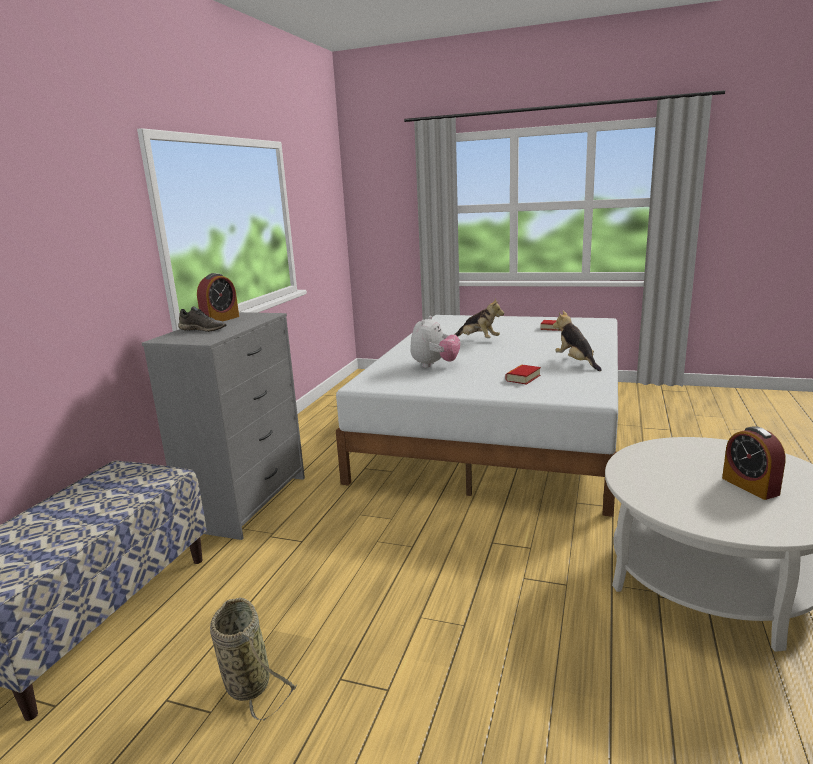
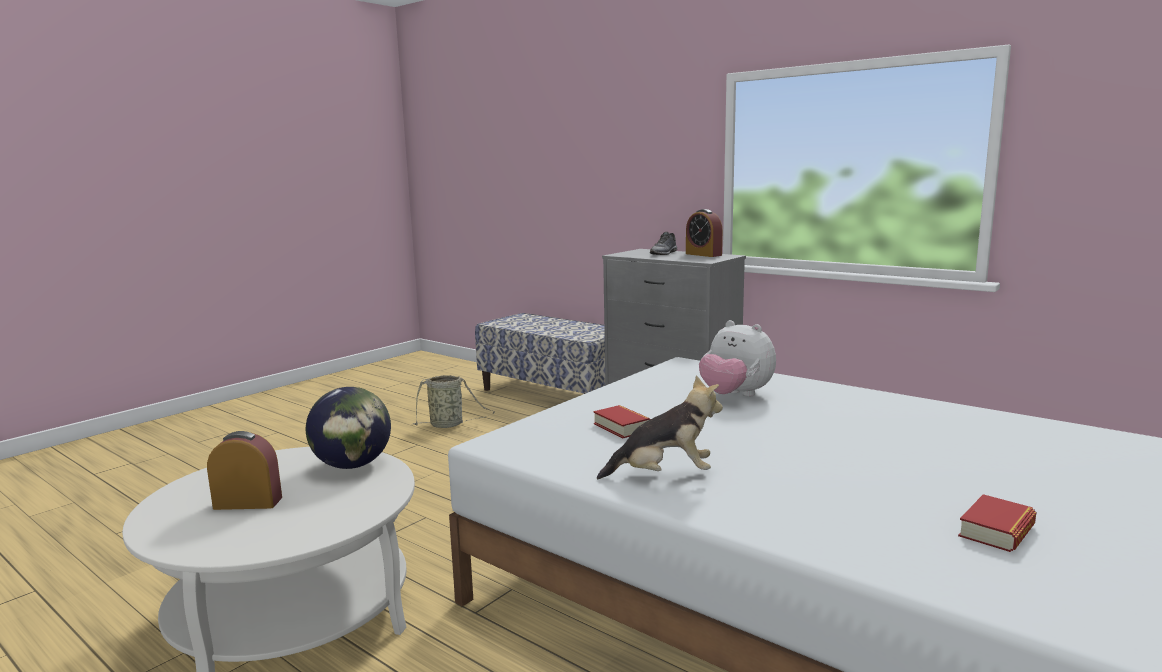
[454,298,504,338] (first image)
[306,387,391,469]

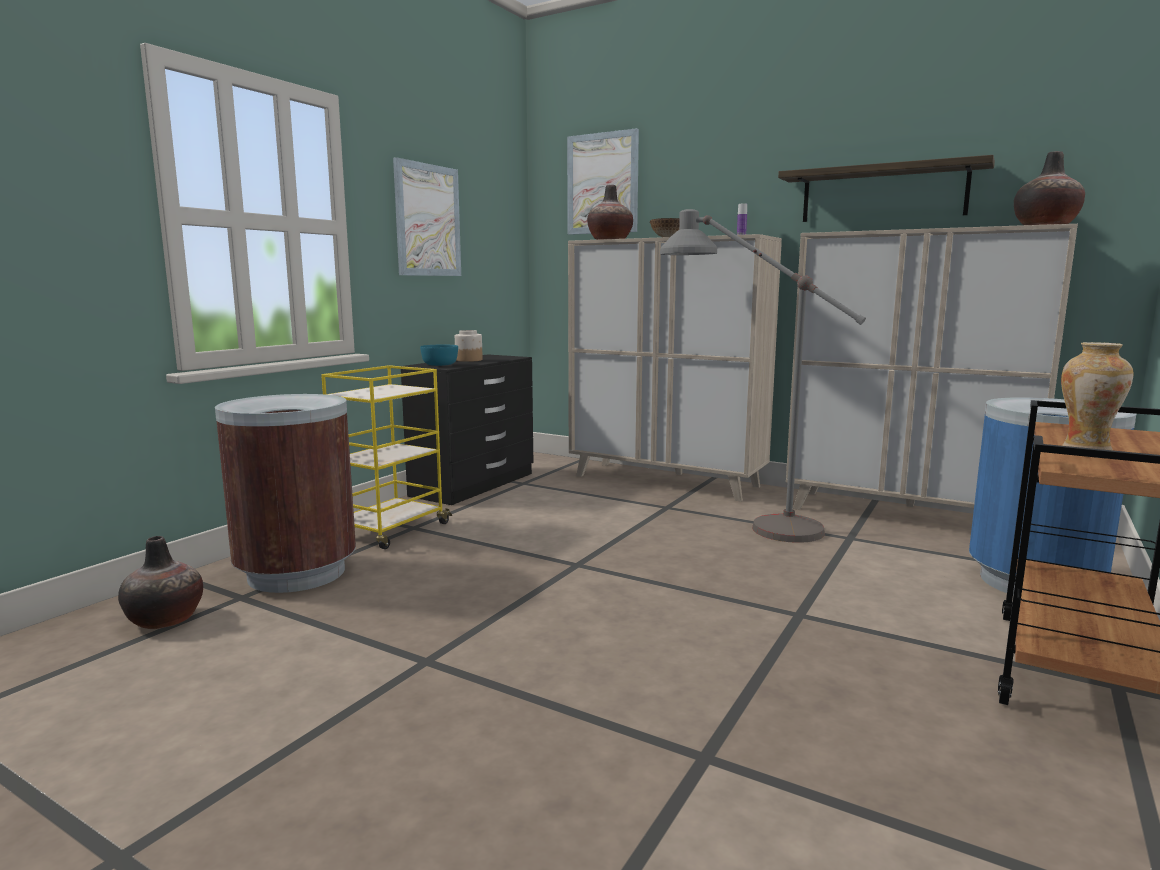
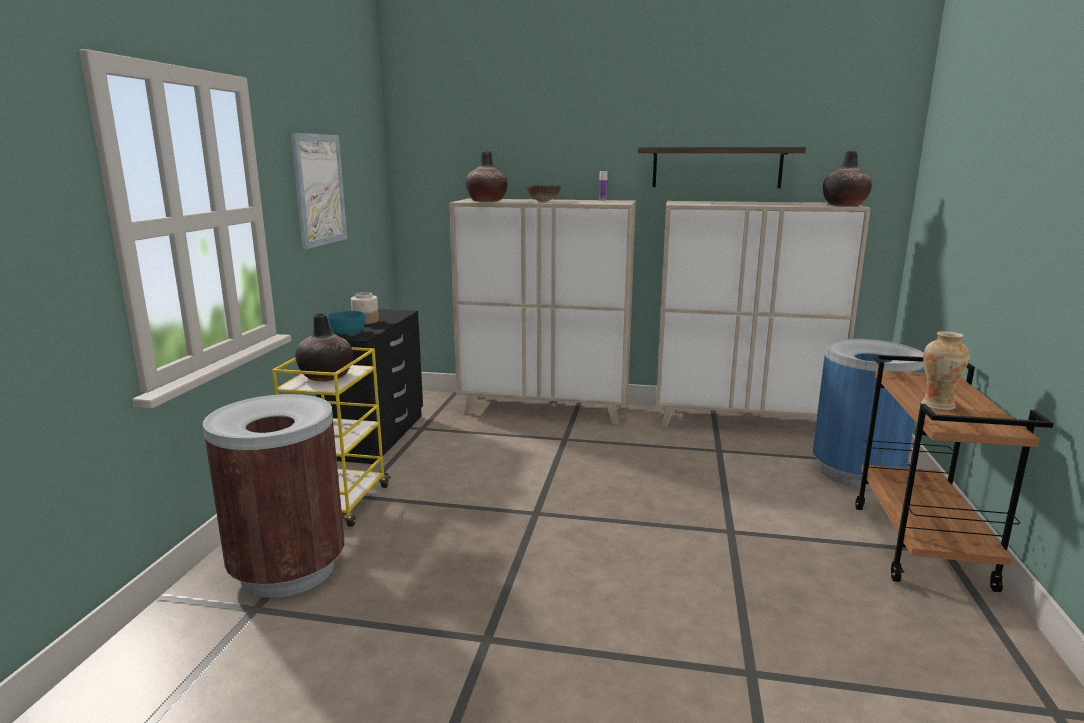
[567,128,639,235] (first image)
[660,209,866,543] (first image)
[295,314,353,382]

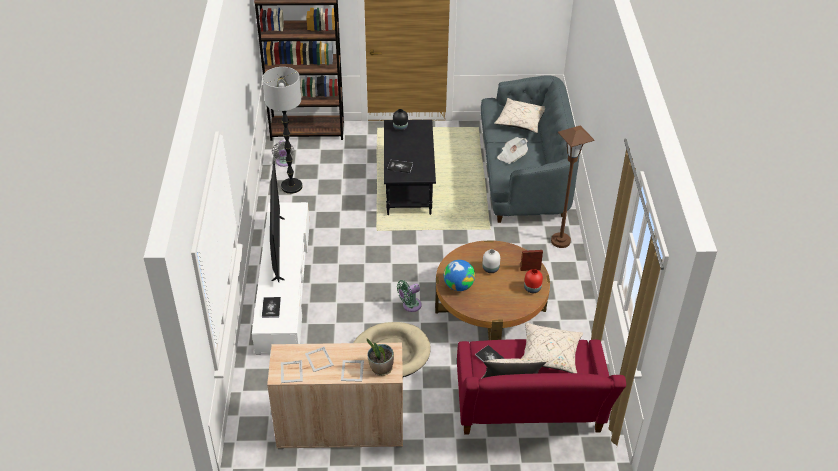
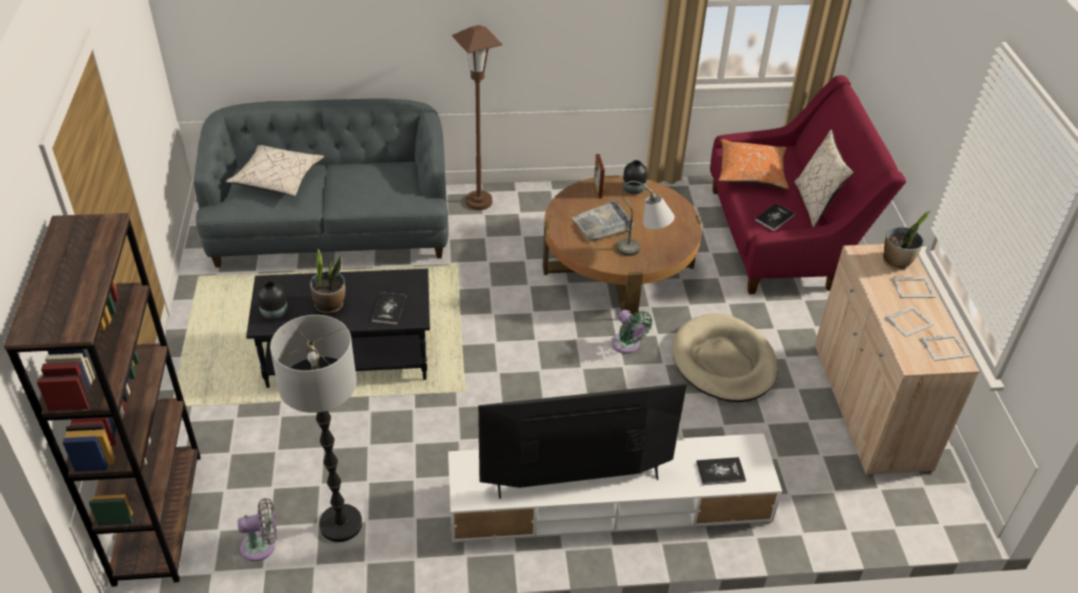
[497,137,528,164] (first image)
[572,200,634,241]
[617,181,675,256]
[623,160,647,194]
[718,139,789,189]
[310,247,345,314]

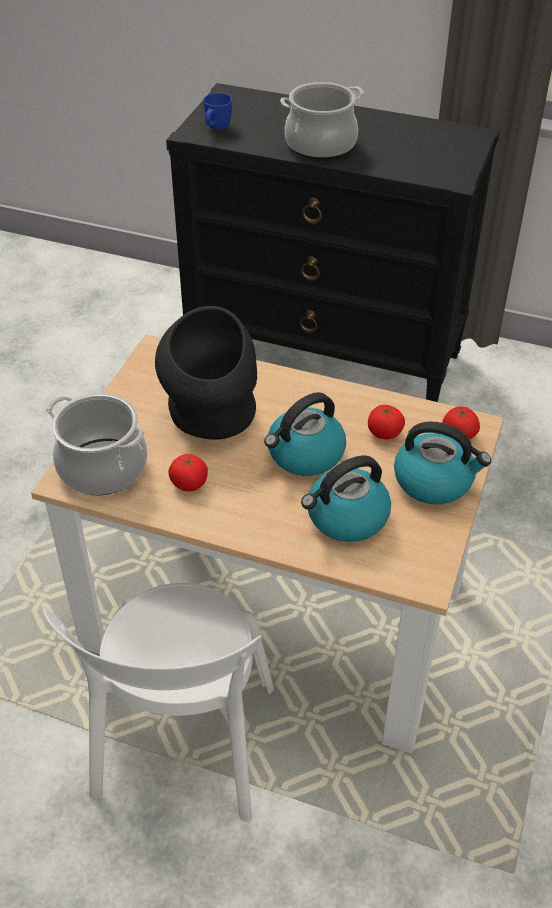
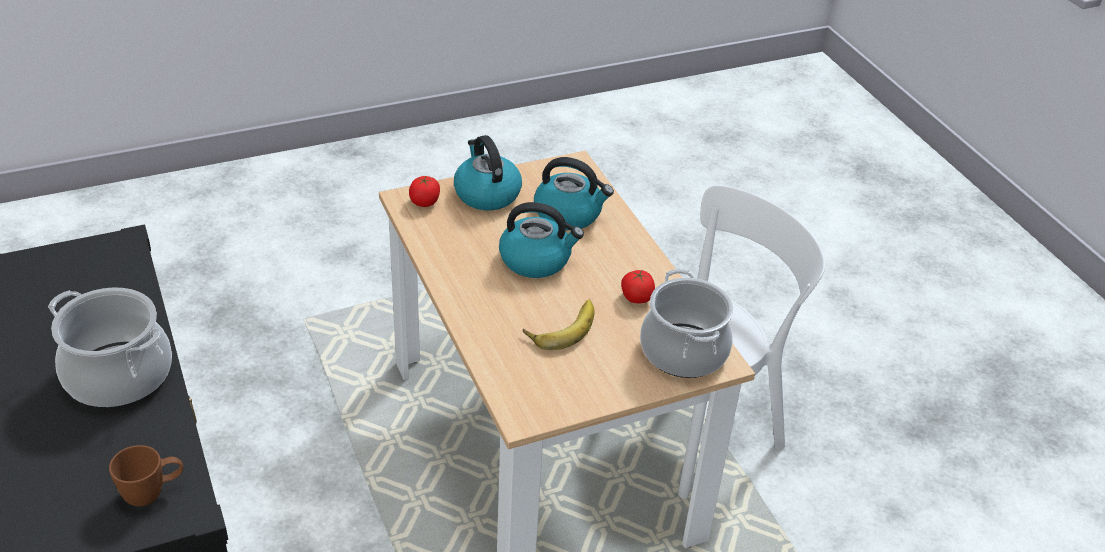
[109,445,183,506]
[523,300,595,350]
[368,405,405,439] (first image)

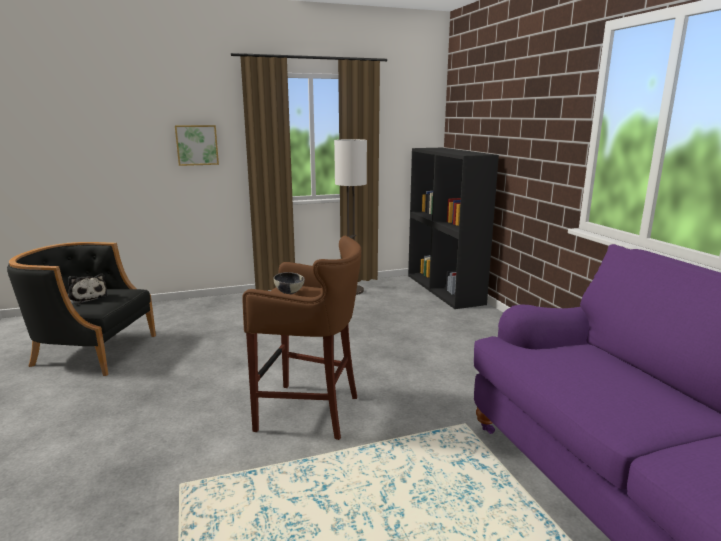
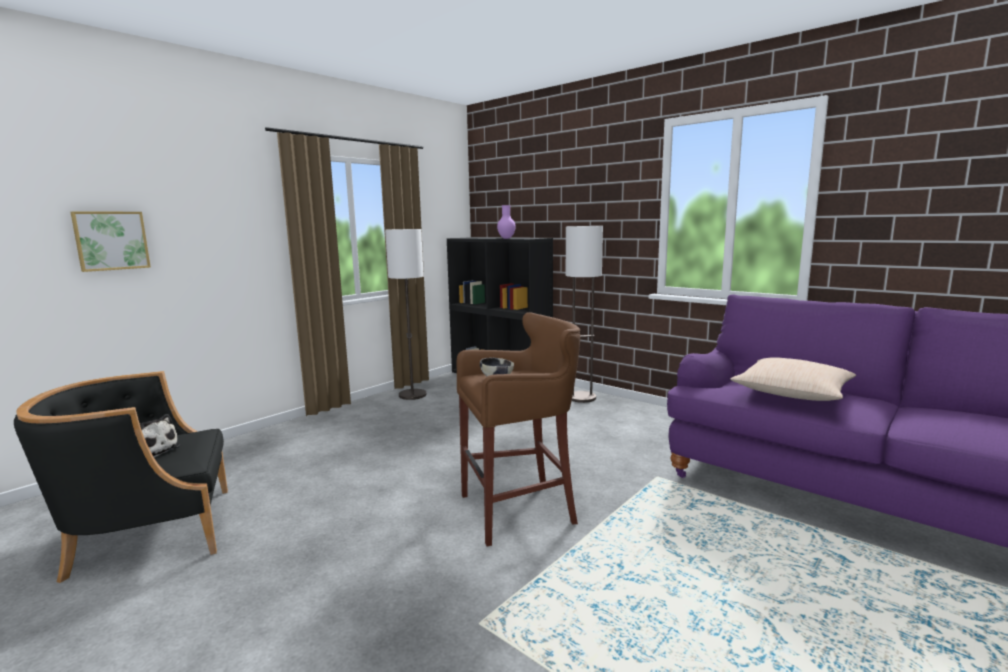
[71,212,151,272]
[497,205,516,239]
[566,226,603,403]
[730,357,856,401]

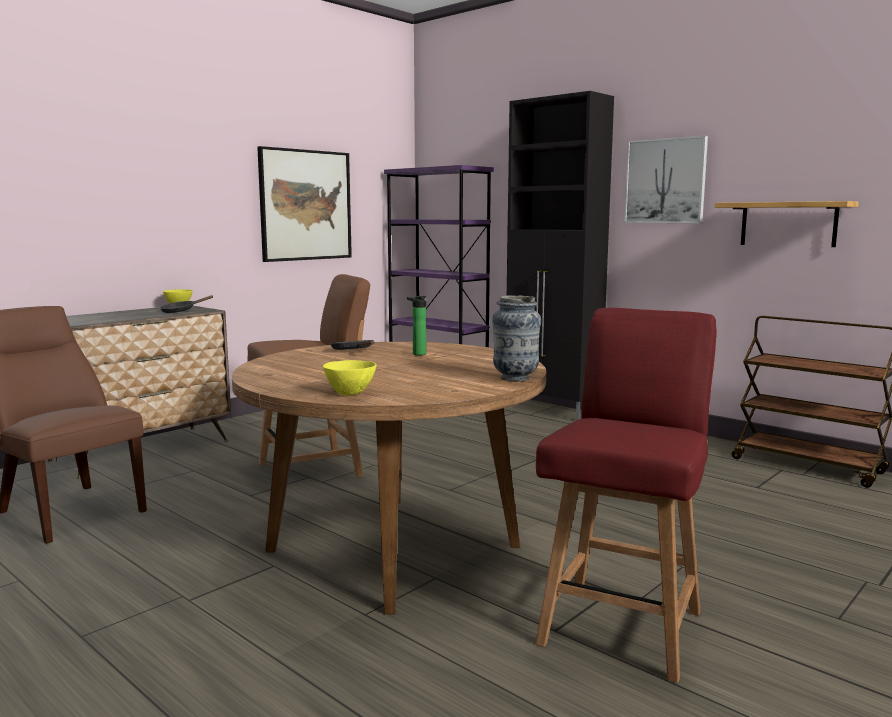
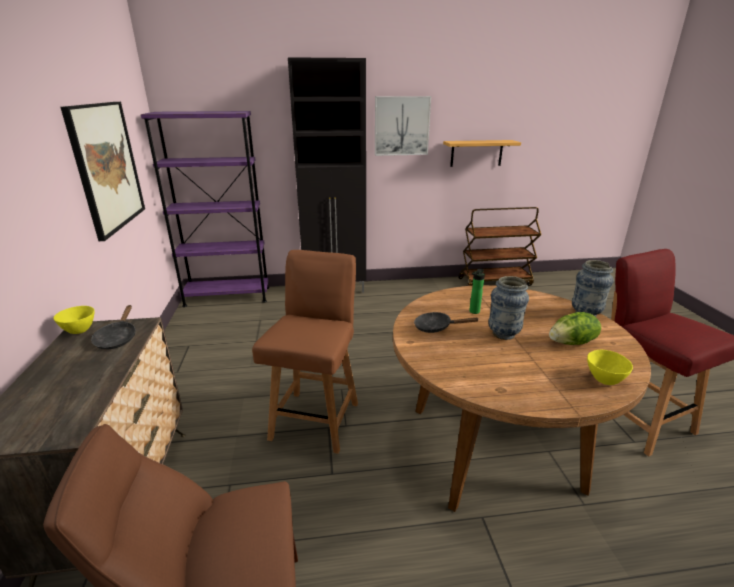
[488,276,529,340]
[549,312,601,345]

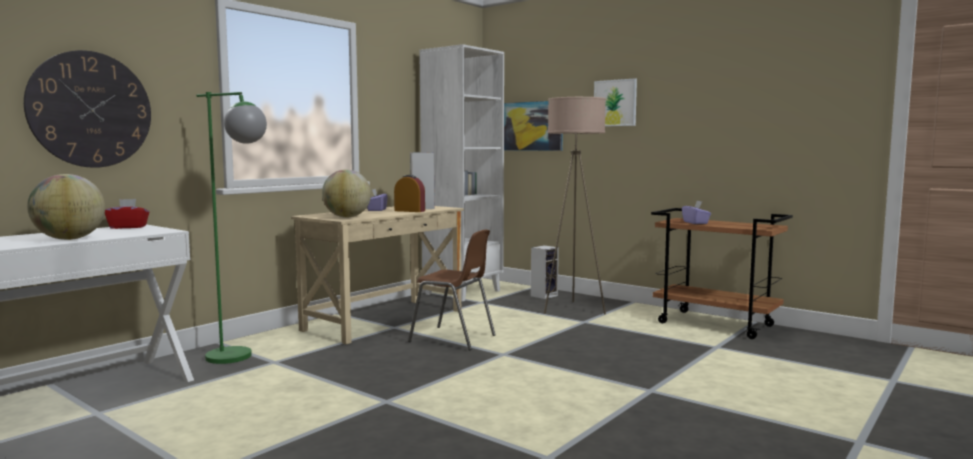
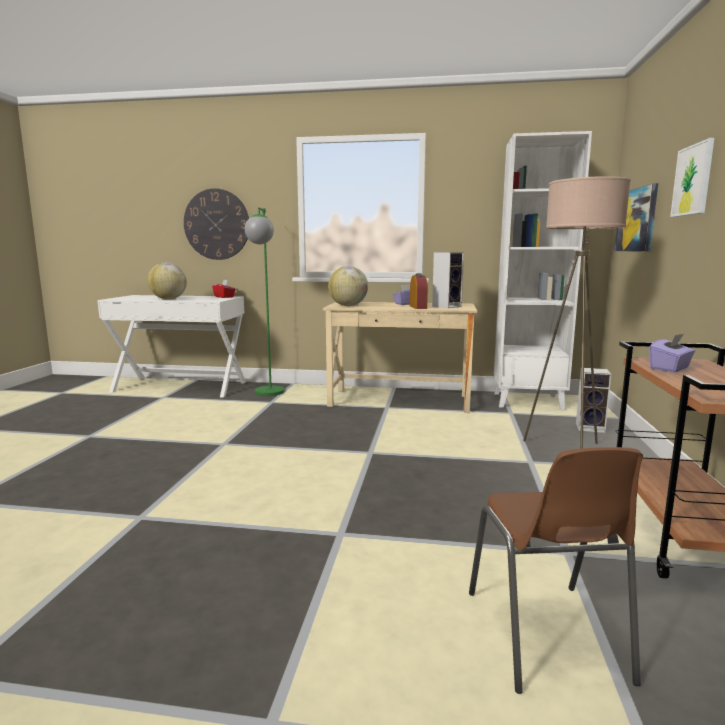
[469,447,643,694]

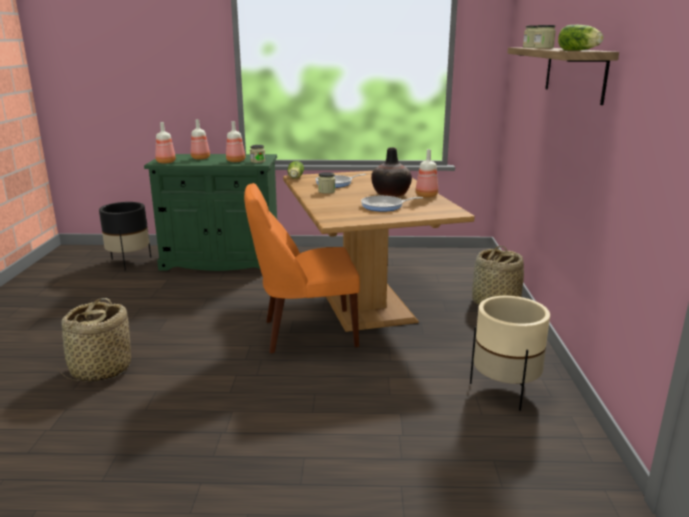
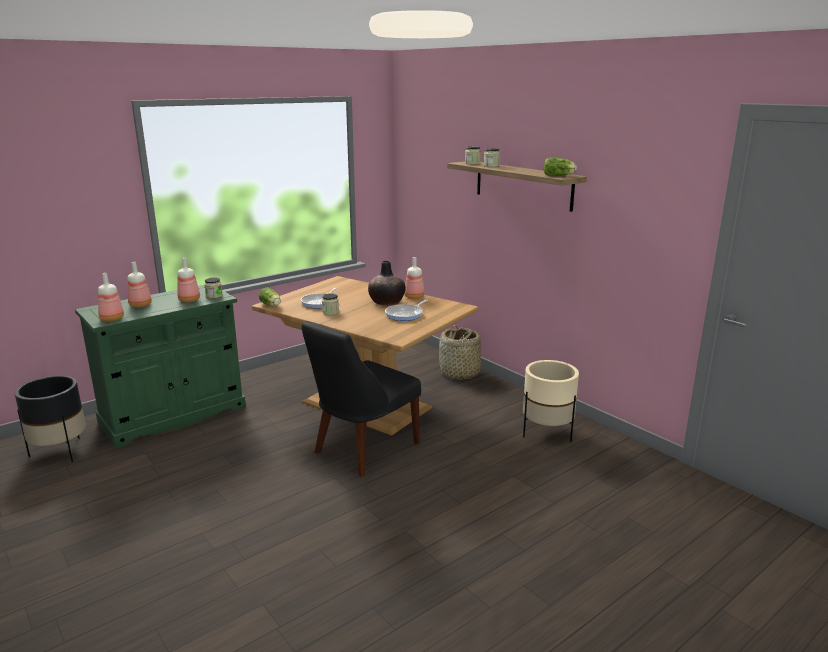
[302,321,421,477]
[57,298,131,382] (first image)

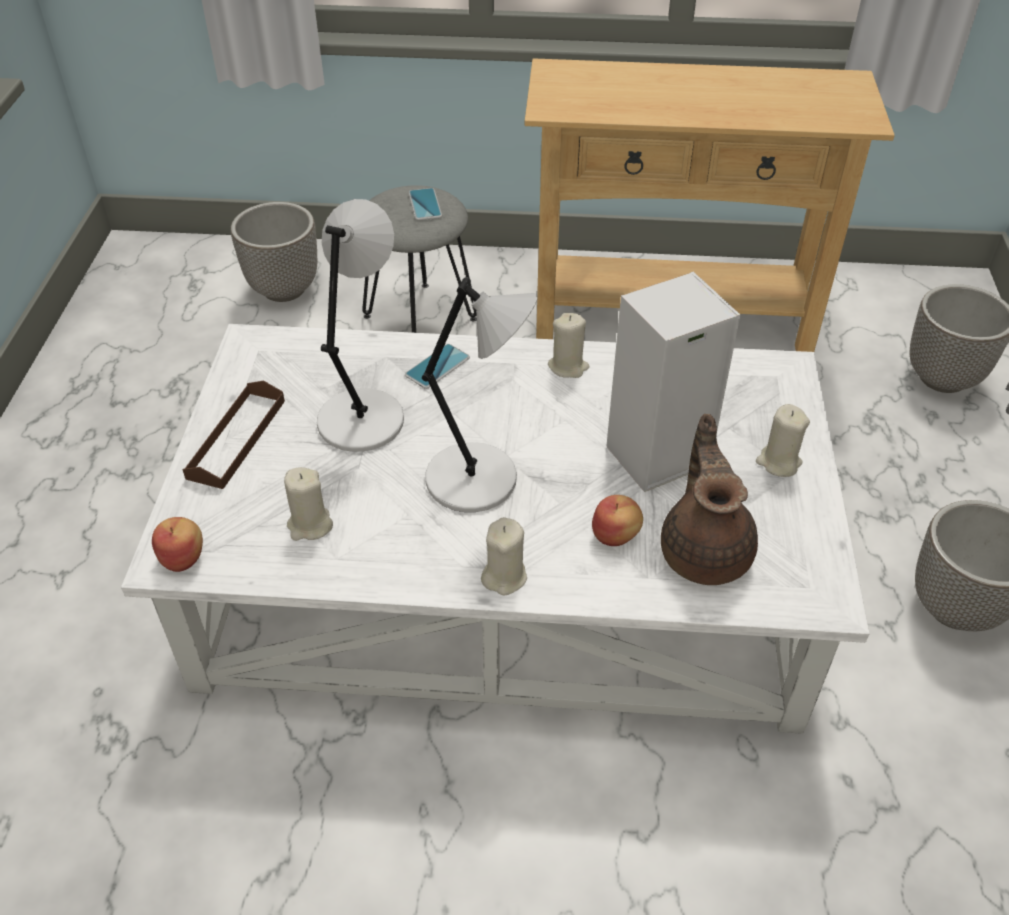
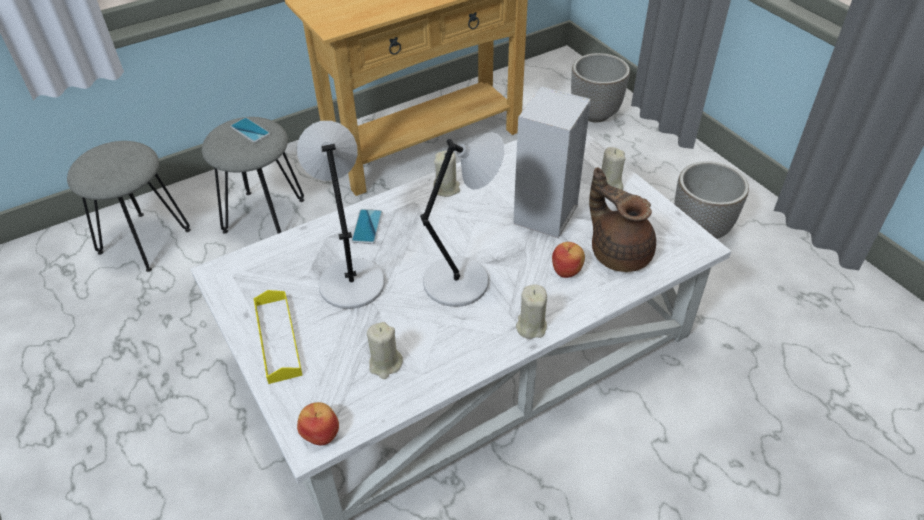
[67,141,191,272]
[254,290,302,384]

